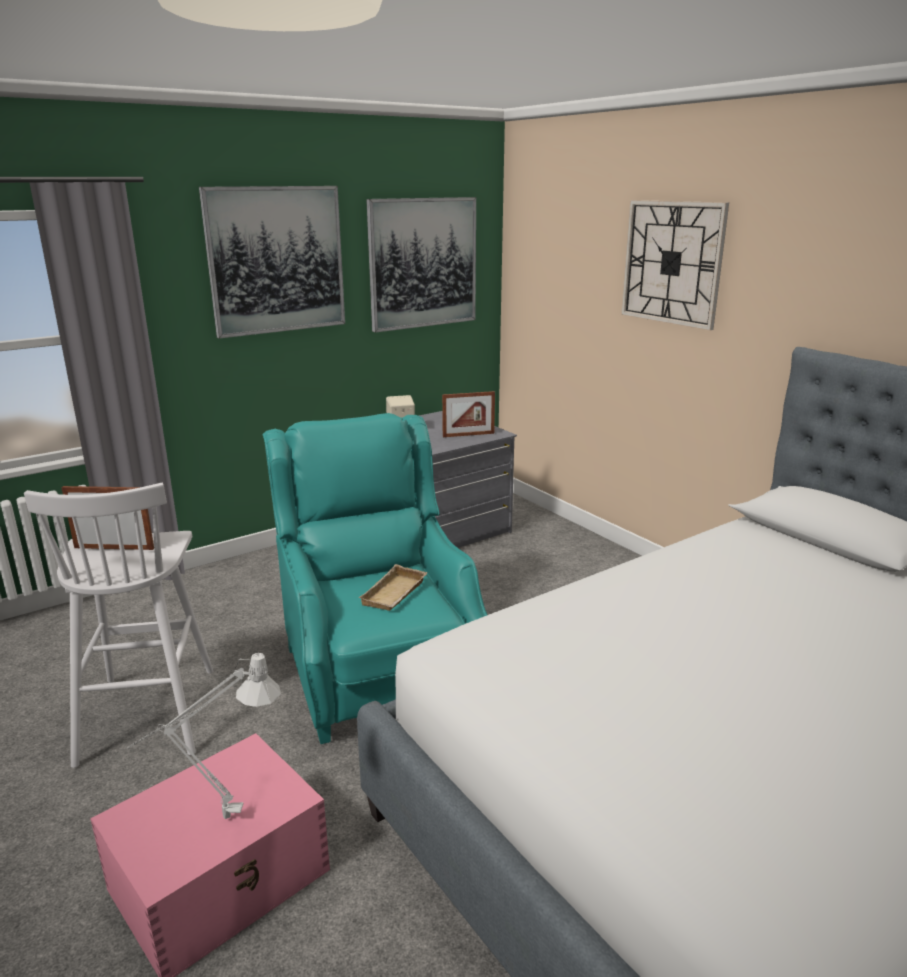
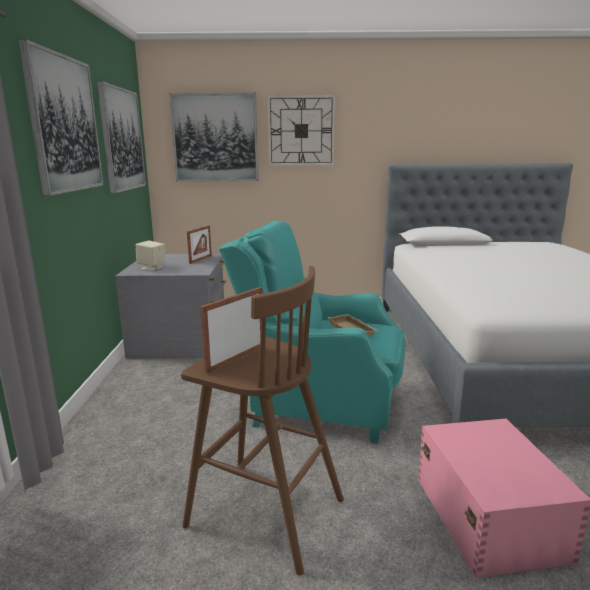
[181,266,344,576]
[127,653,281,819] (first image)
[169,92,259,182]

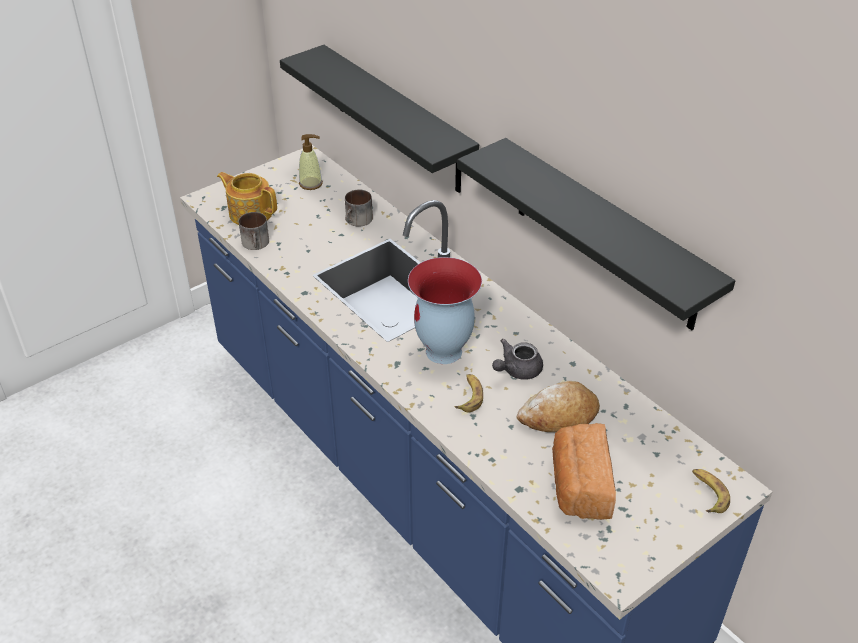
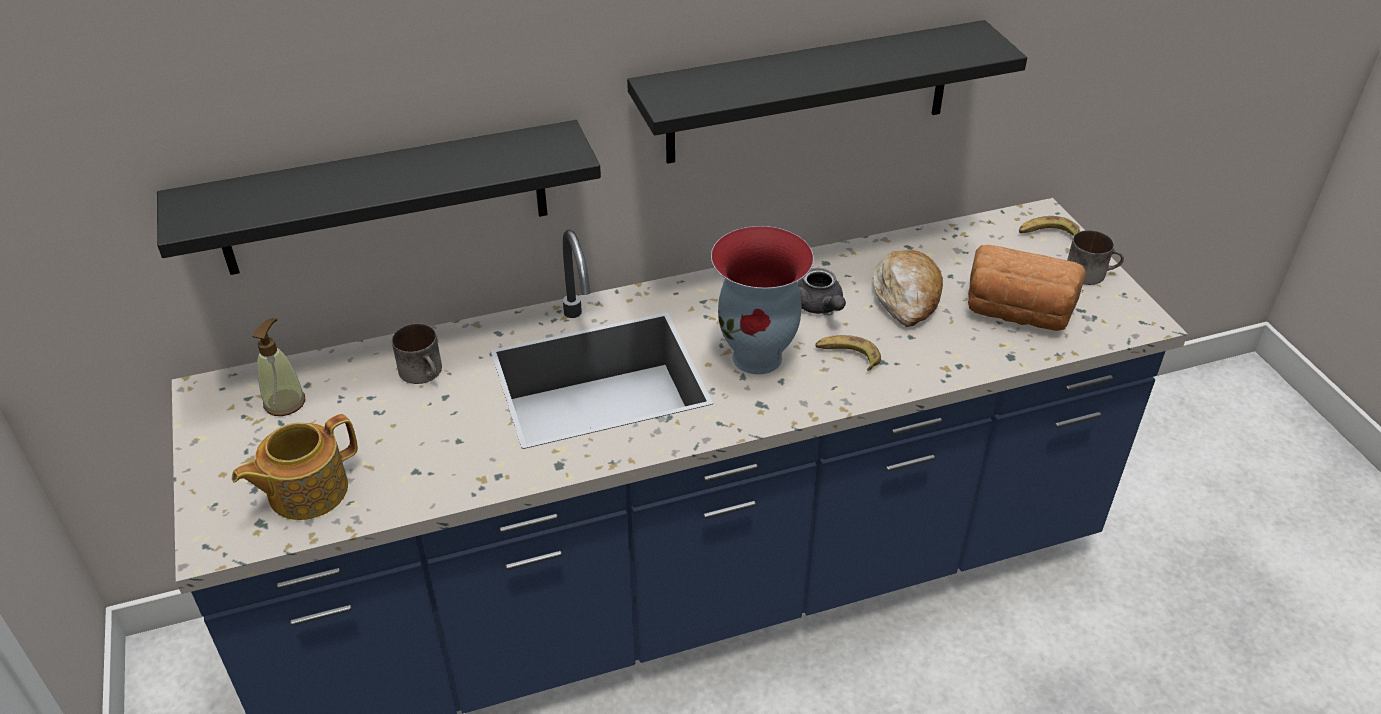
[1067,230,1124,285]

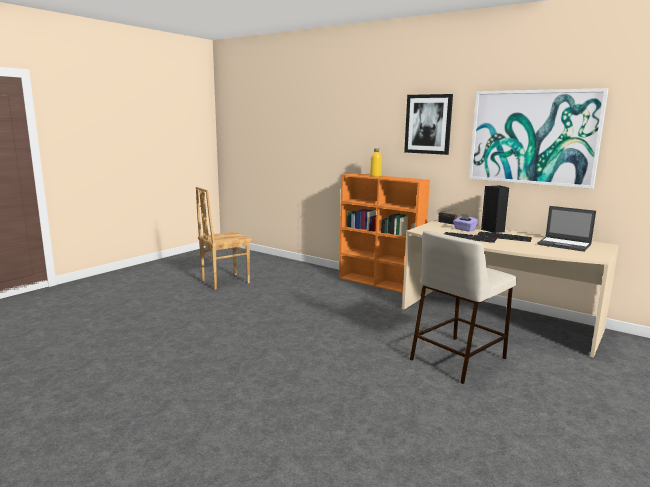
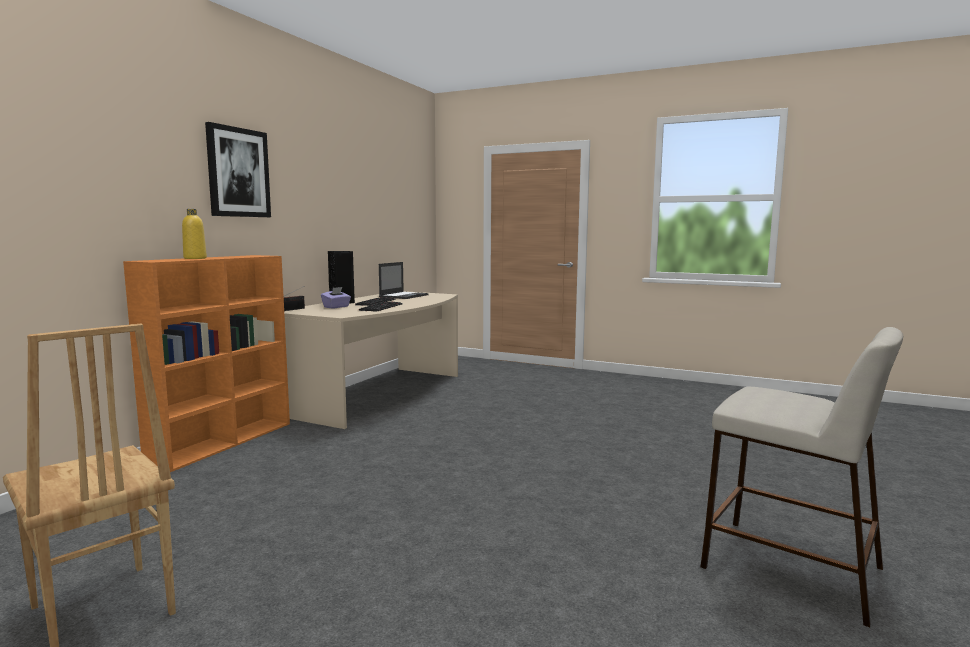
[469,88,608,189] (first image)
[701,327,903,627]

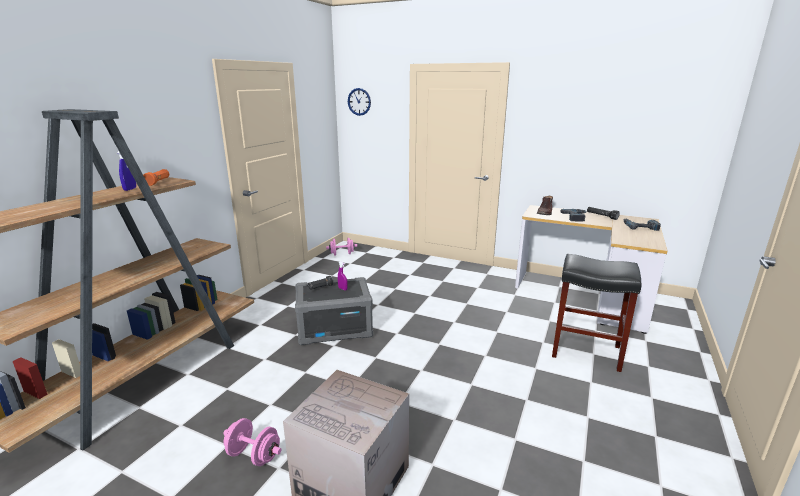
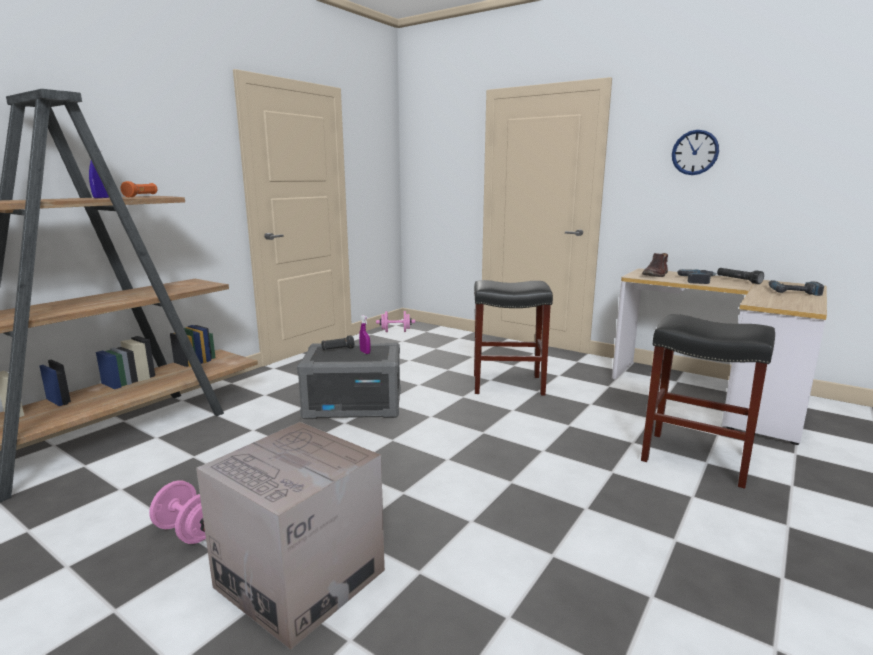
[672,130,719,175]
[474,280,553,396]

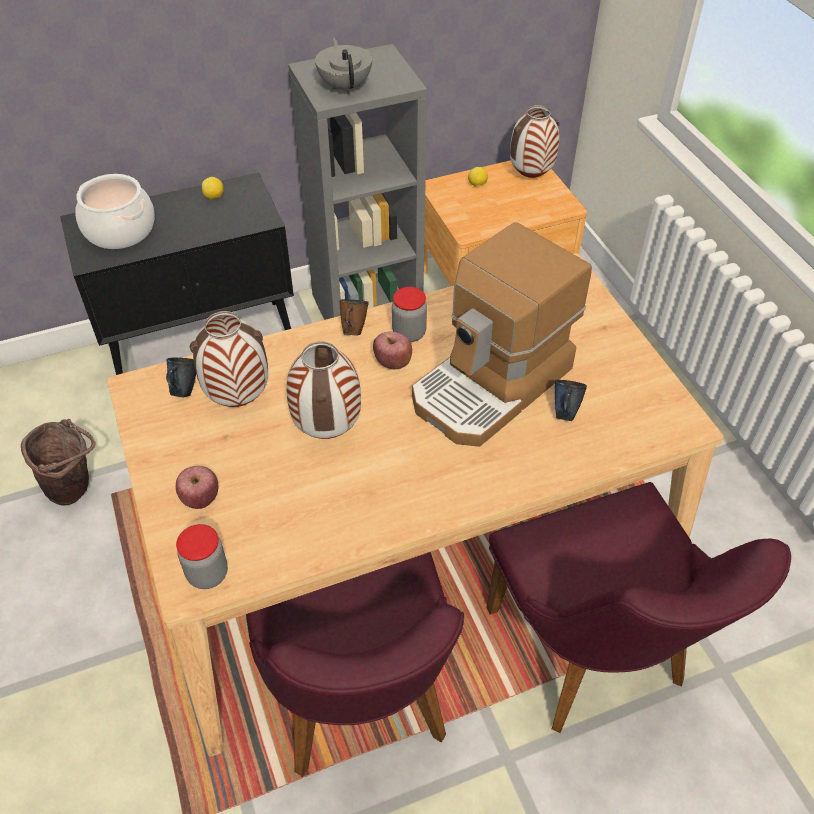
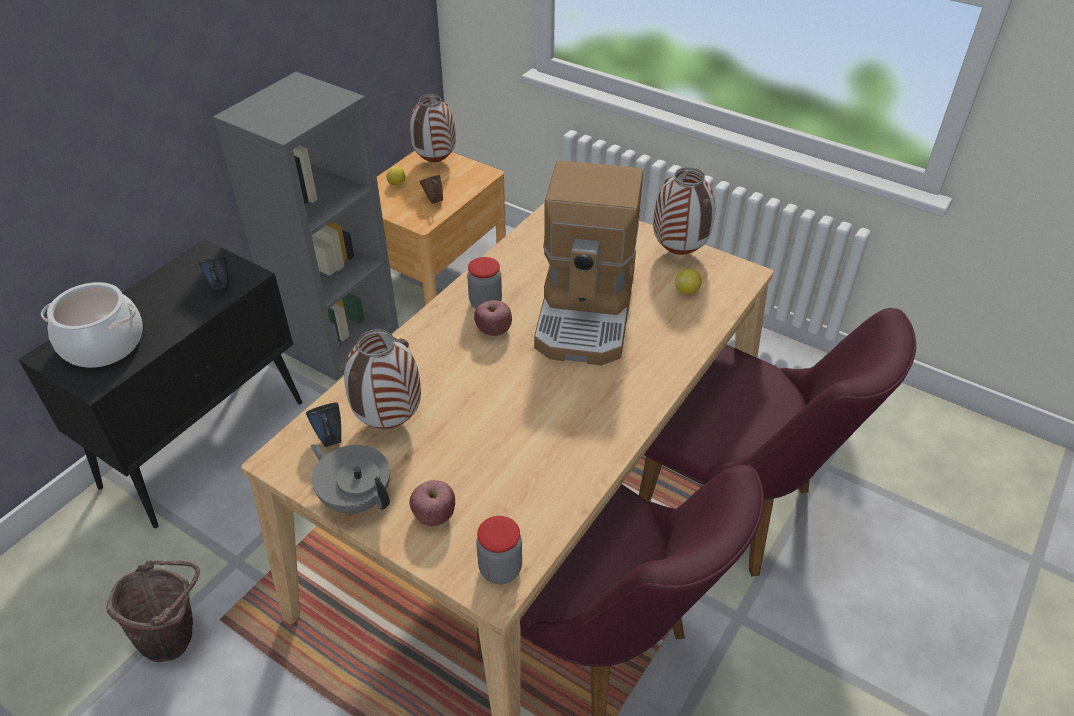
[310,444,390,514]
[675,269,702,295]
[420,175,443,204]
[653,167,715,255]
[199,256,228,290]

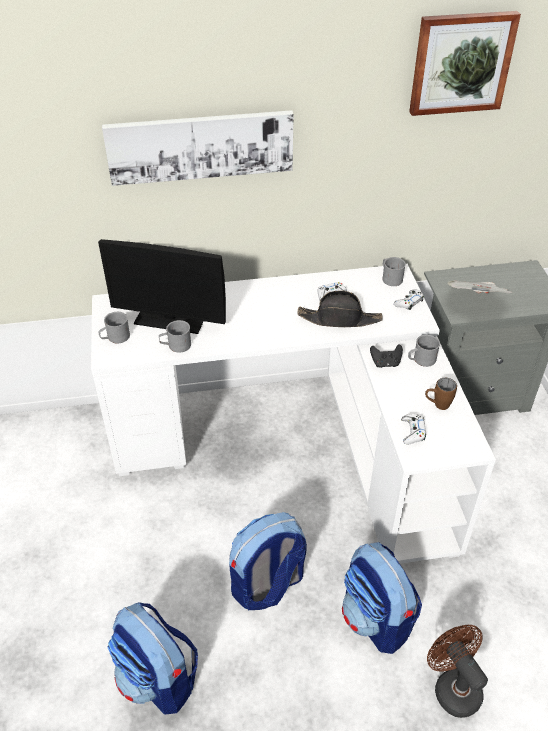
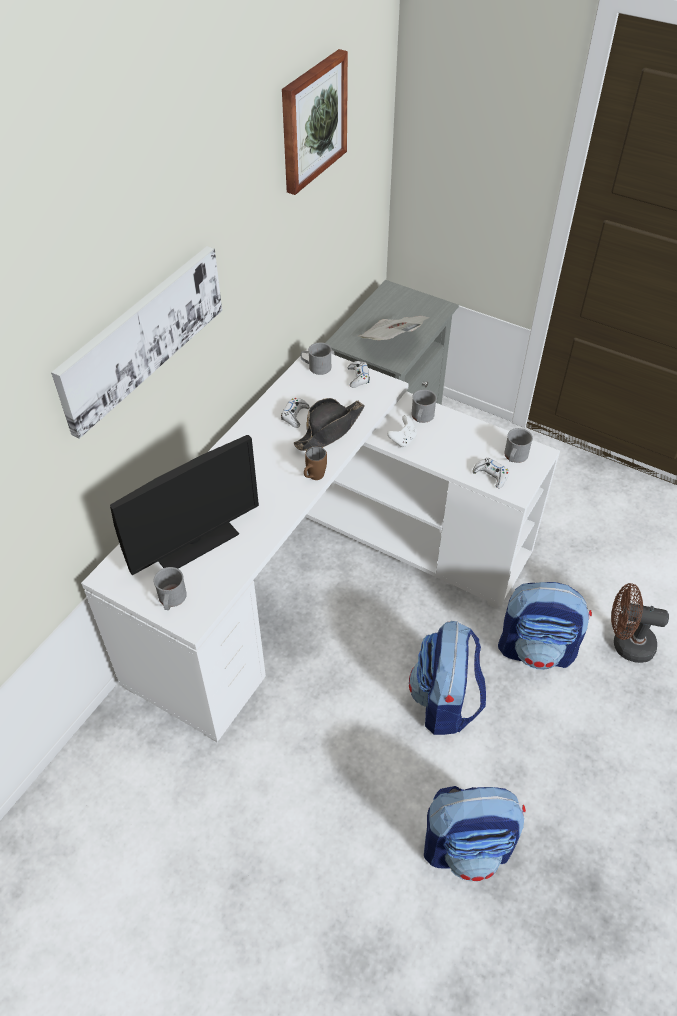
[504,428,533,463]
[387,415,417,448]
[304,446,327,480]

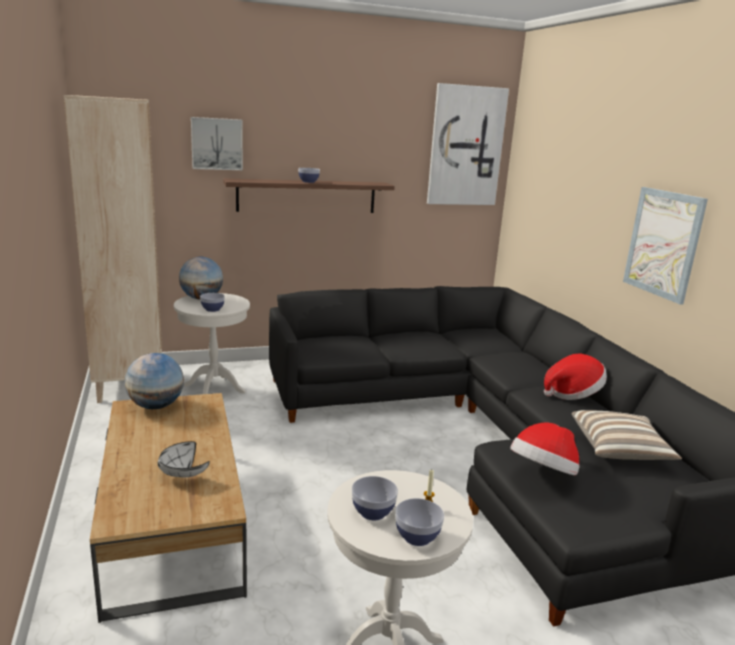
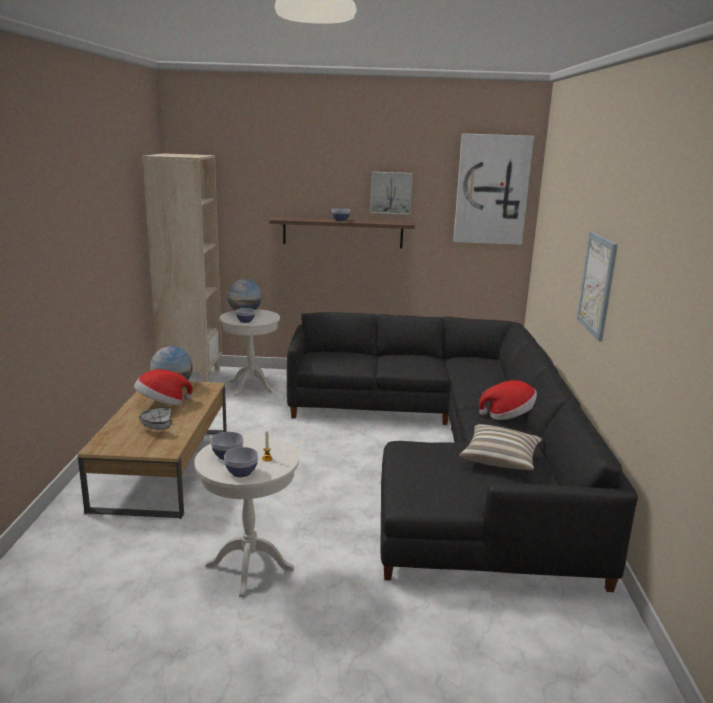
[370,172,413,215]
[134,369,193,406]

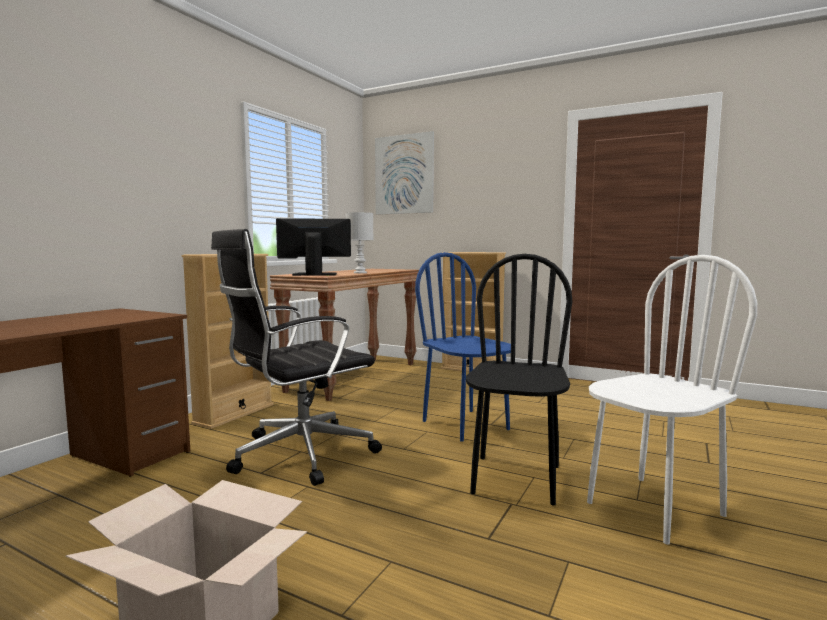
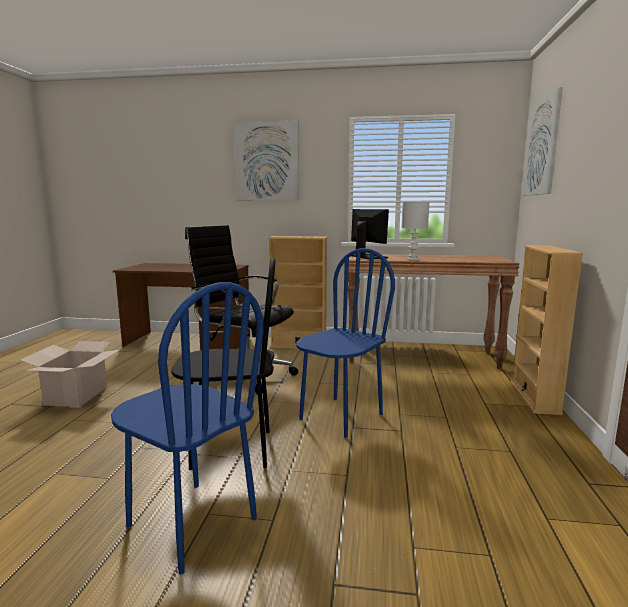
[111,282,264,575]
[234,120,299,201]

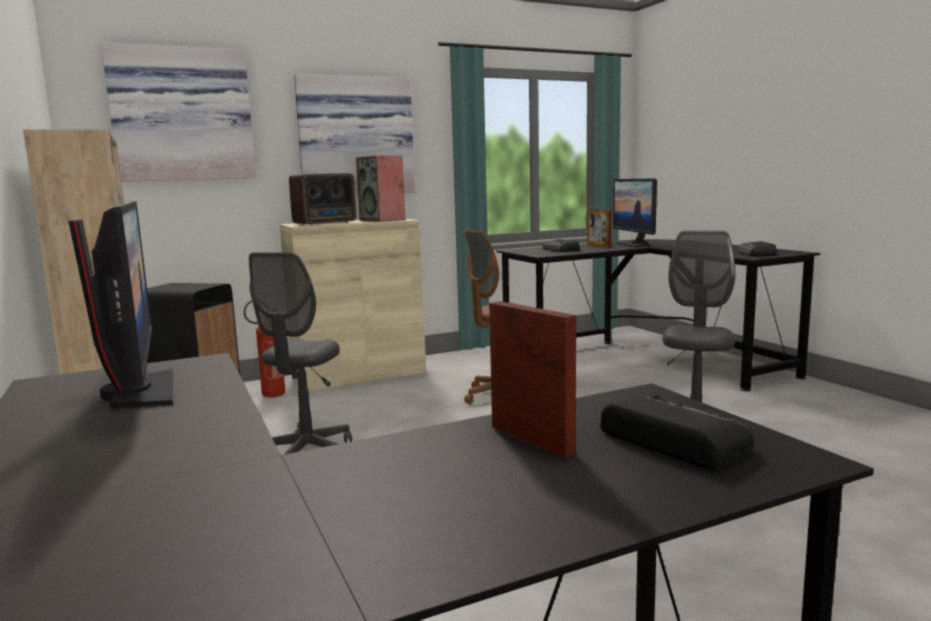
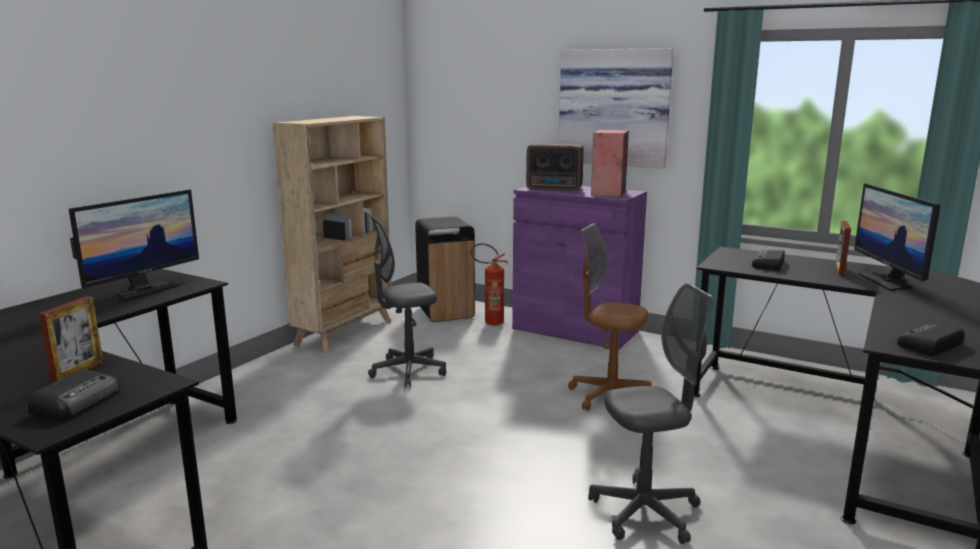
[101,43,256,182] (first image)
[854,183,940,291]
[512,186,647,350]

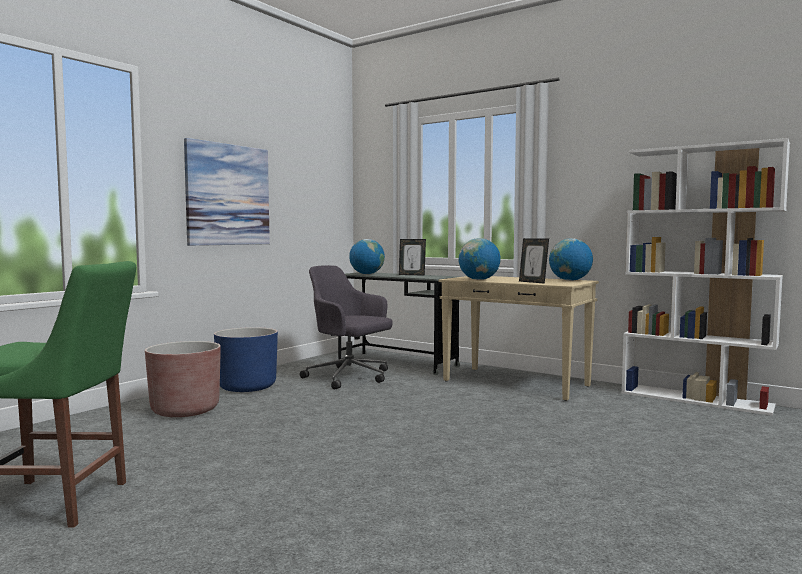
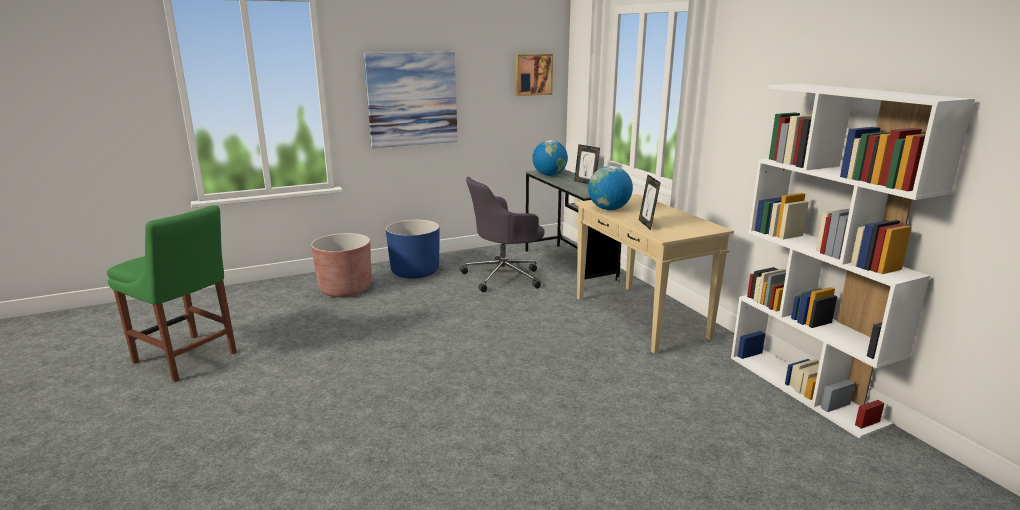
[549,238,593,281] (first image)
[460,177,545,292]
[515,54,553,96]

